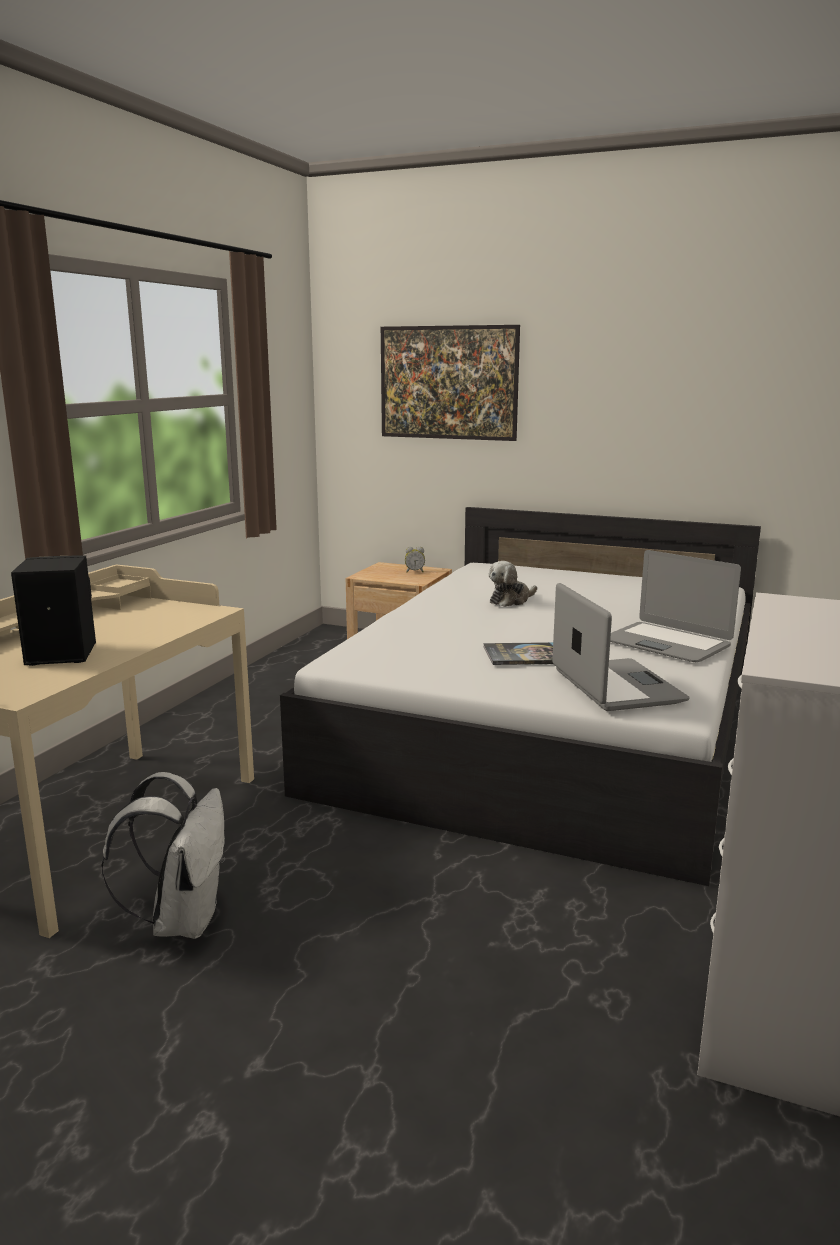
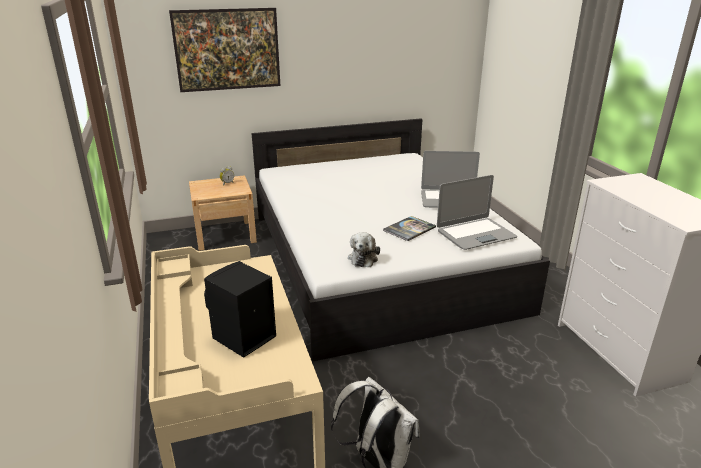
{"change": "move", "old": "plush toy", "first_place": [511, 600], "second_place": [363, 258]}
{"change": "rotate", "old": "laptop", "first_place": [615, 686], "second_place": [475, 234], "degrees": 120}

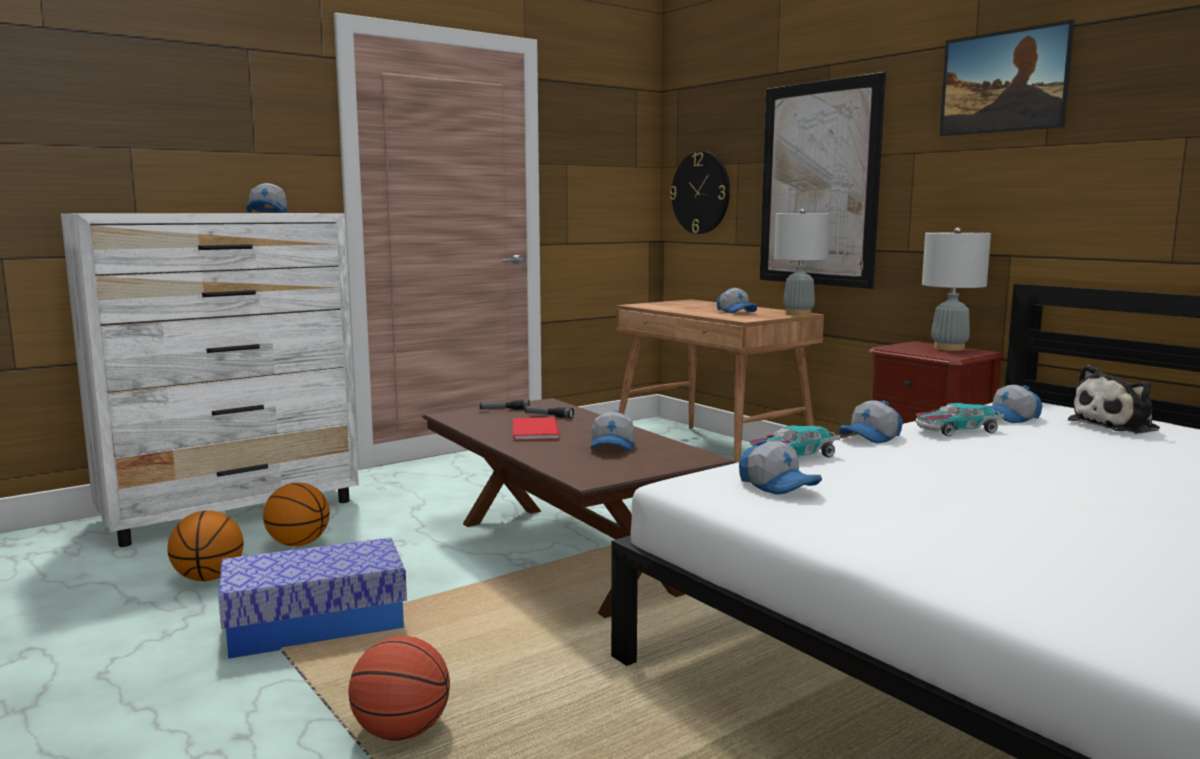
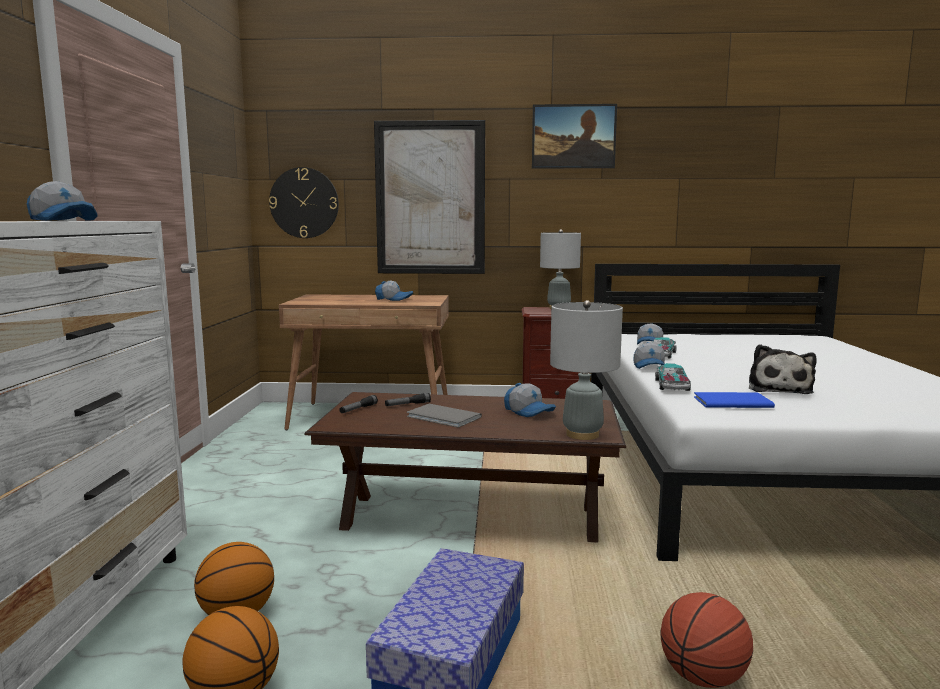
{"change": "move", "old": "lamp for a table/grey", "first_place": [798, 313], "second_place": [582, 434]}
{"change": "move", "old": "plush toy", "first_place": [1117, 425], "second_place": [779, 389]}
{"change": "recolor", "old": "volume/reddish", "new": "volume/grey", "first_place": [533, 431], "second_place": [444, 417]}
{"change": "replace", "old": "peaked cap", "new": "volume/blue", "first_place": [779, 486], "second_place": [730, 401]}

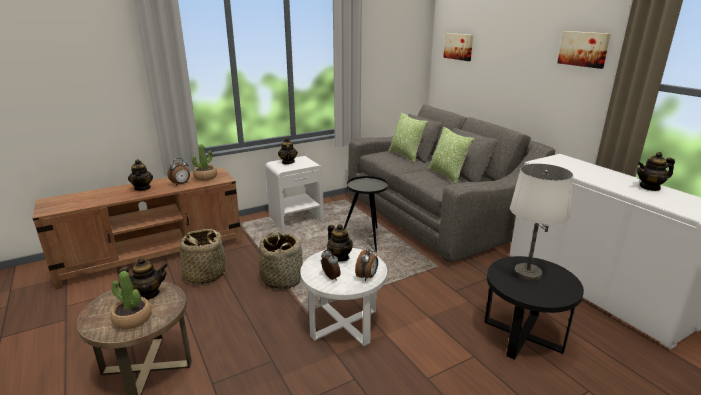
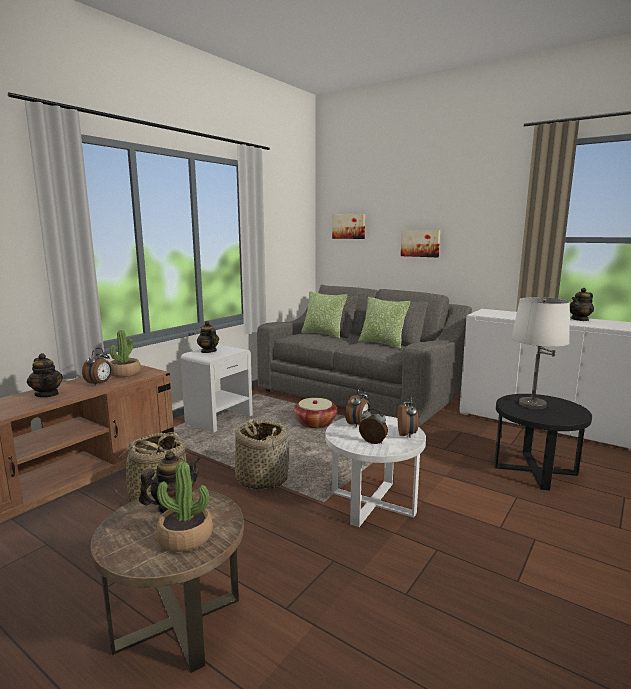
{"change": "move", "old": "wall picture", "first_place": [584, 49], "second_place": [420, 243]}
{"change": "replace", "old": "end table/blackish", "new": "storage basket", "first_place": [366, 238], "second_place": [315, 423]}
{"change": "replace", "old": "teapot", "new": "bedside clock", "first_place": [340, 257], "second_place": [358, 424]}

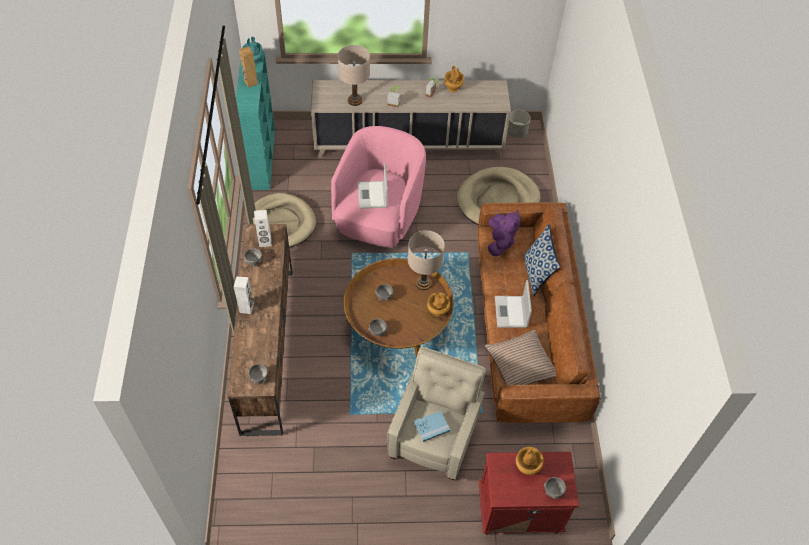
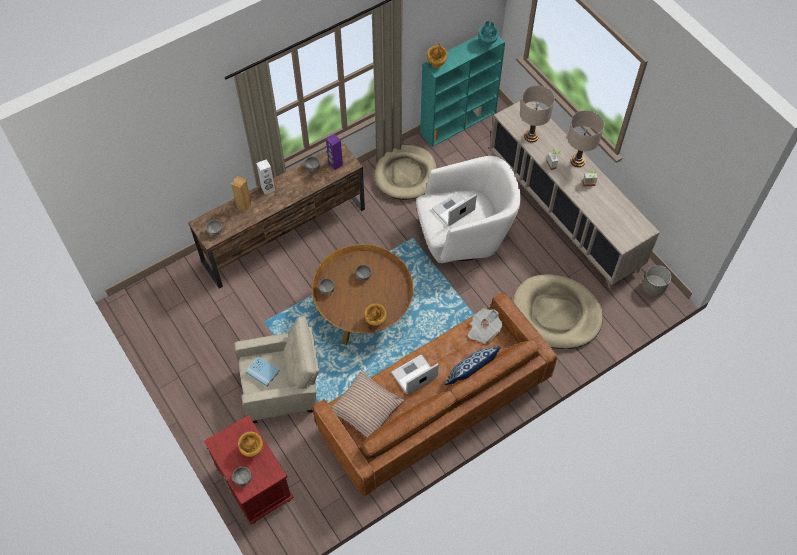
{"change": "move", "old": "speaker/brown-coloured", "first_place": [250, 82], "second_place": [244, 205]}
{"change": "move", "old": "vase/brown-coloured", "first_place": [453, 89], "second_place": [436, 64]}
{"change": "recolor", "old": "armchair/pink", "new": "armchair/whitish", "first_place": [378, 217], "second_place": [464, 235]}
{"change": "recolor", "old": "speaker/whitish", "new": "speaker/purple-coloured", "first_place": [265, 242], "second_place": [335, 164]}
{"change": "replace", "old": "plush toy/purple-coloured", "new": "printed paper", "first_place": [500, 242], "second_place": [483, 330]}
{"change": "move", "old": "lamp for a table/beige", "first_place": [423, 283], "second_place": [578, 161]}

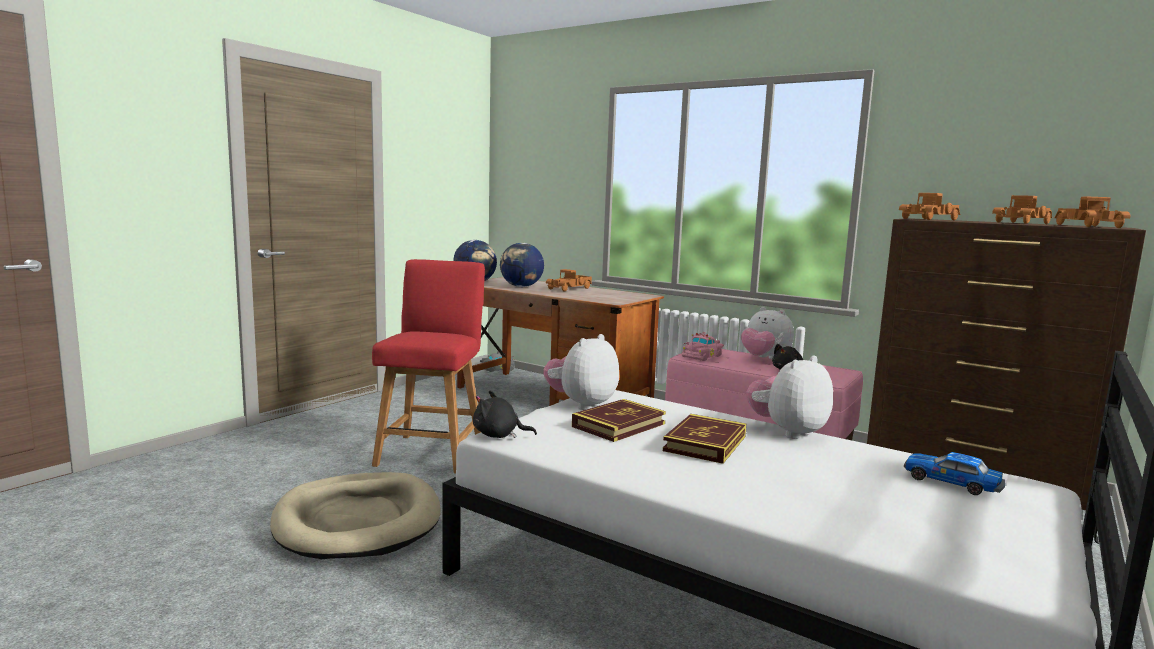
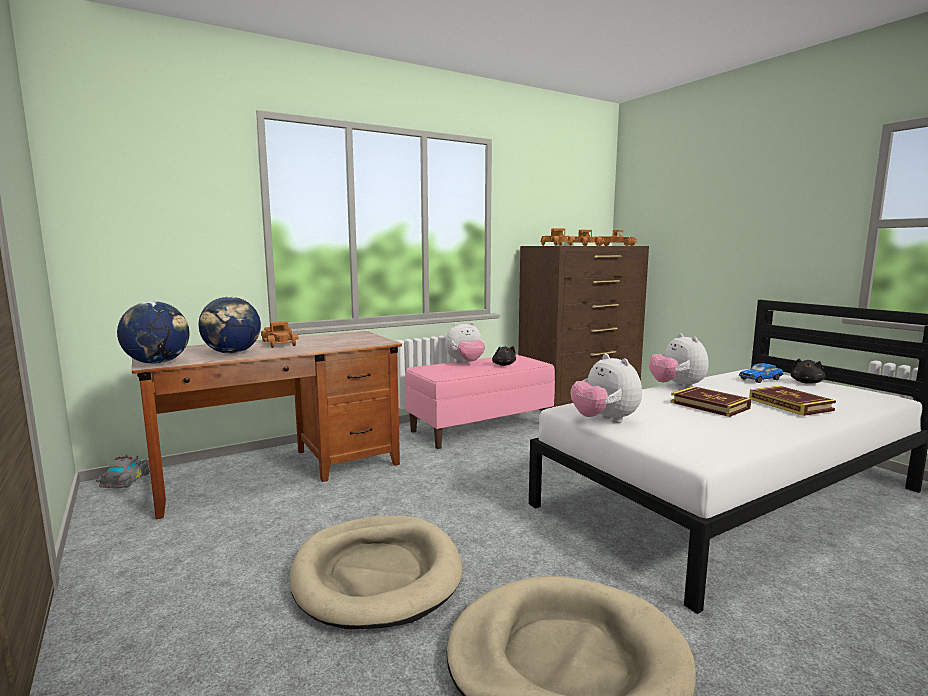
{"change": "replace", "old": "plain chair/reddish", "new": "dog bed/beige", "first_place": [432, 451], "second_place": [377, 574]}
{"change": "delete", "old": "model car/pink", "first_place": [703, 356]}
{"change": "move", "old": "plush toy/blackish", "first_place": [499, 435], "second_place": [806, 382]}
{"change": "move", "old": "volume", "first_place": [619, 425], "second_place": [790, 404]}

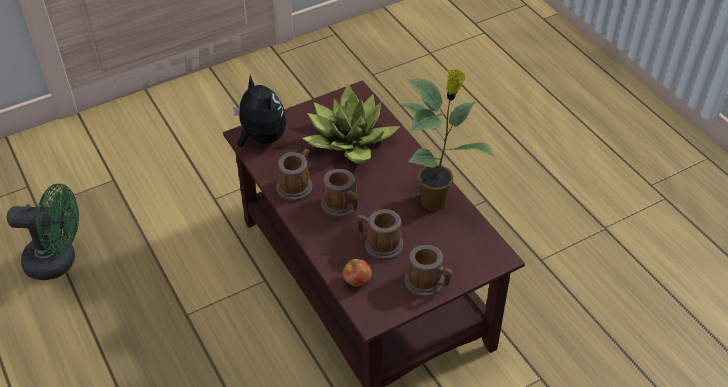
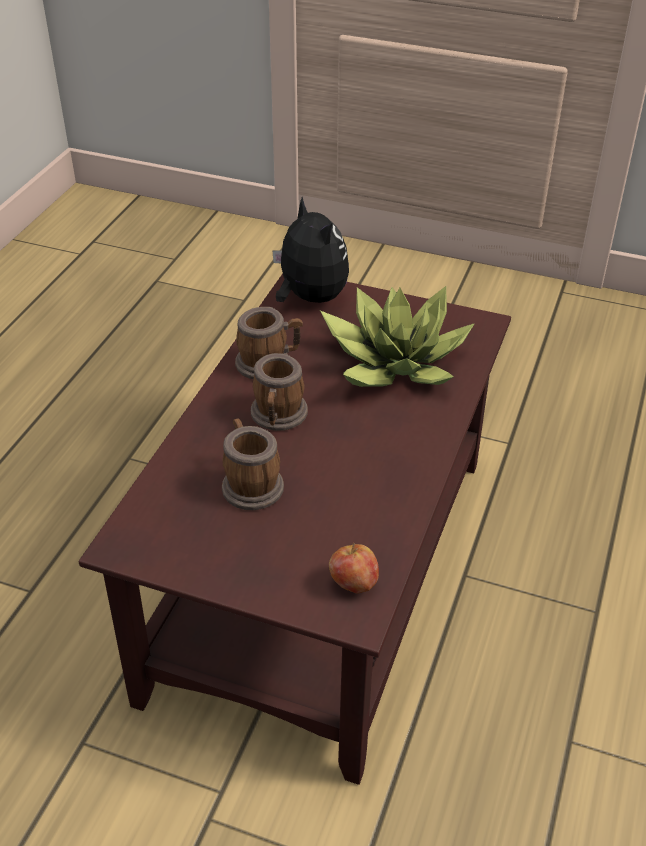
{"change": "delete", "old": "potted plant", "first_place": [435, 201]}
{"change": "rotate", "old": "plush toy", "first_place": [261, 138], "second_place": [309, 298], "degrees": -45}
{"change": "delete", "old": "cooling fan/greenish", "first_place": [59, 261]}
{"change": "delete", "old": "tea mug", "first_place": [428, 283]}
{"change": "move", "old": "apple fruit", "first_place": [357, 281], "second_place": [353, 584]}

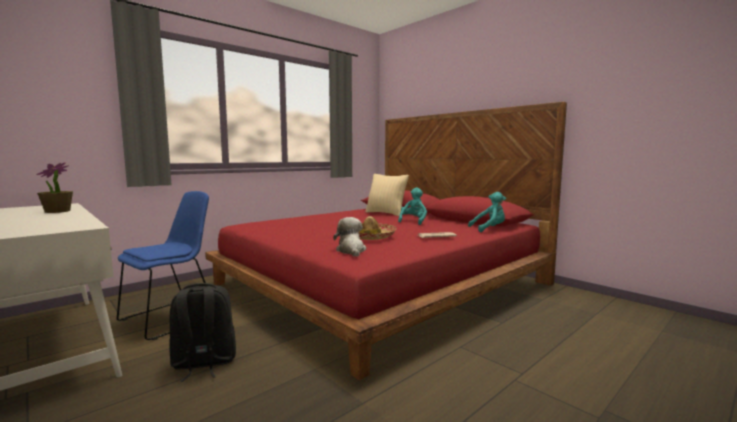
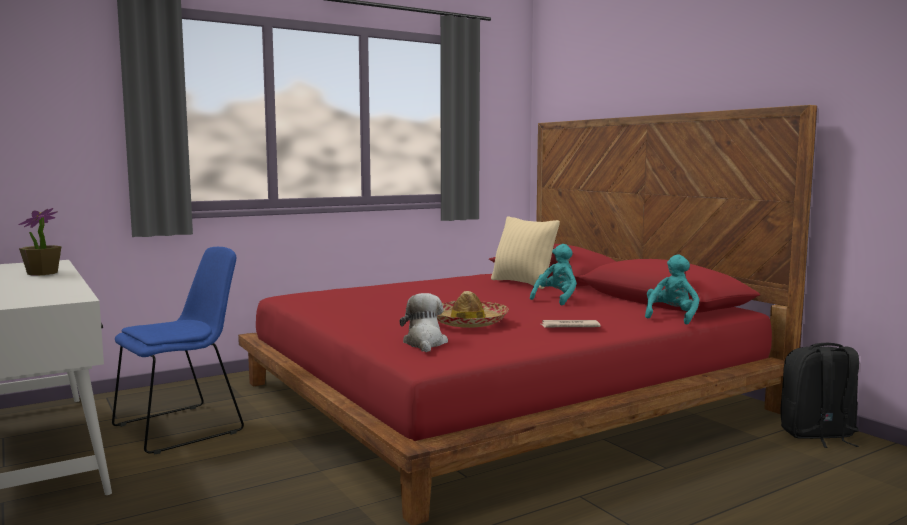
{"change": "rotate", "old": "plush toy/blue-green", "first_place": [489, 229], "second_place": [671, 317], "degrees": -60}
{"change": "move", "old": "knapsack/blackish", "first_place": [203, 363], "second_place": [818, 435]}

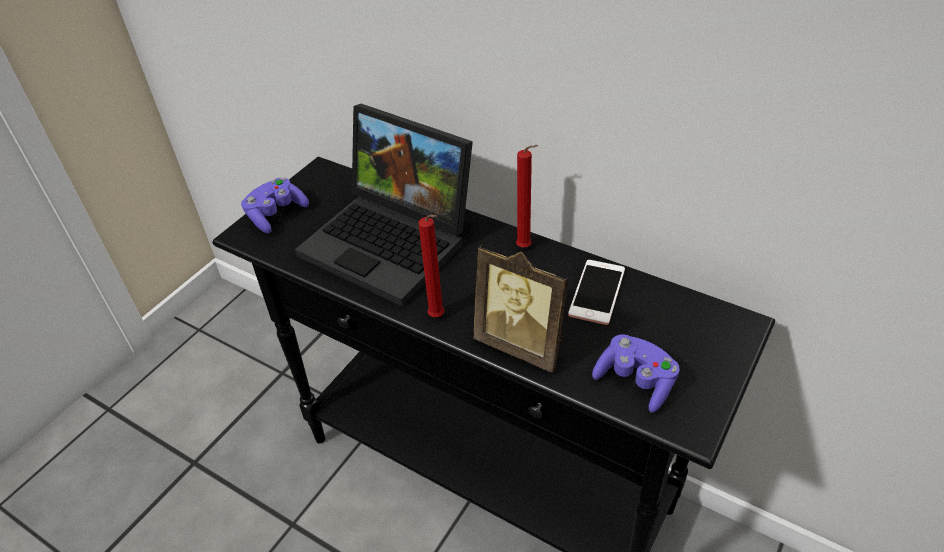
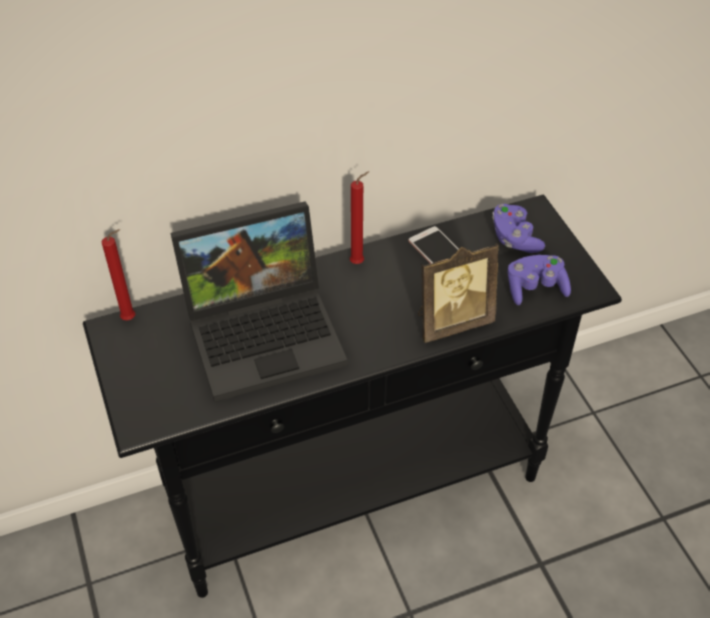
{"change": "move", "old": "game controller/purple-coloured", "first_place": [276, 215], "second_place": [514, 238]}
{"change": "move", "old": "candle/reddish", "first_place": [438, 317], "second_place": [131, 318]}

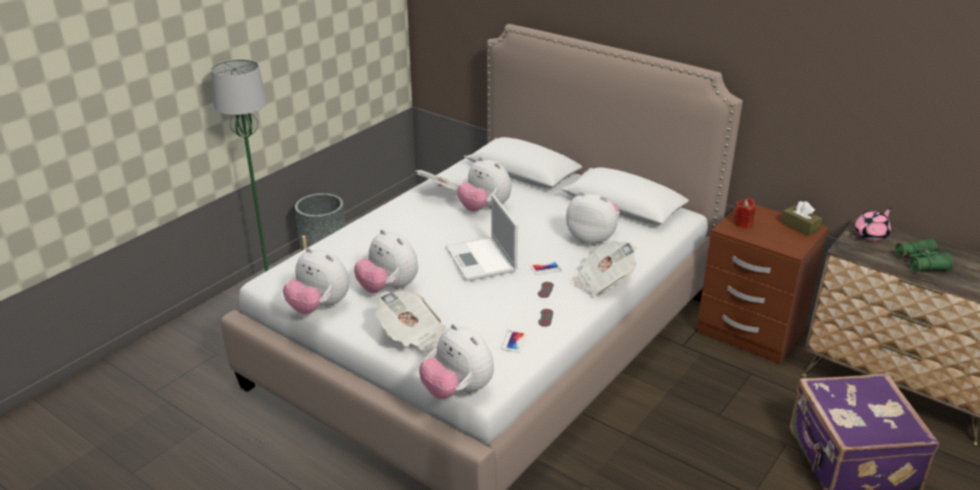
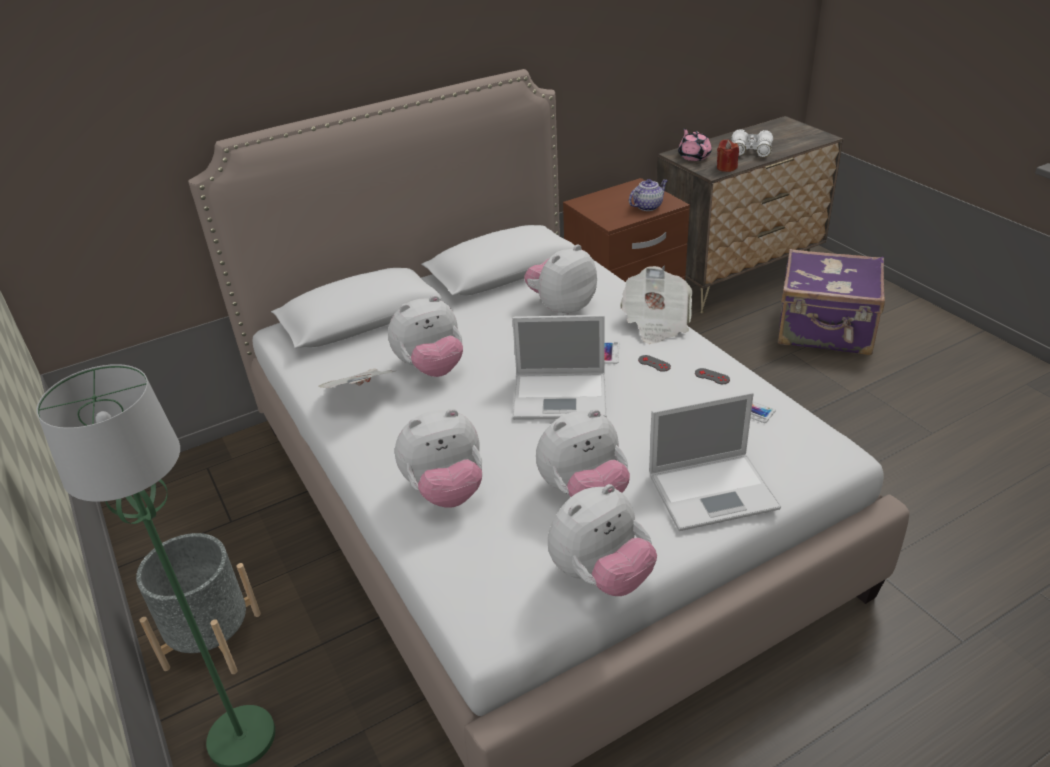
{"change": "move", "old": "candle/reddish", "first_place": [743, 223], "second_place": [726, 168]}
{"change": "delete", "old": "tissue holder/brown-coloured", "first_place": [799, 227]}
{"change": "recolor", "old": "binoculars/greenish", "new": "binoculars/whitish", "first_place": [921, 263], "second_place": [750, 151]}
{"change": "replace", "old": "printed paper", "new": "laptop", "first_place": [412, 336], "second_place": [714, 490]}
{"change": "move", "old": "plush toy", "first_place": [457, 391], "second_place": [446, 491]}
{"change": "insert", "new": "teapot", "second_place": [648, 206]}

